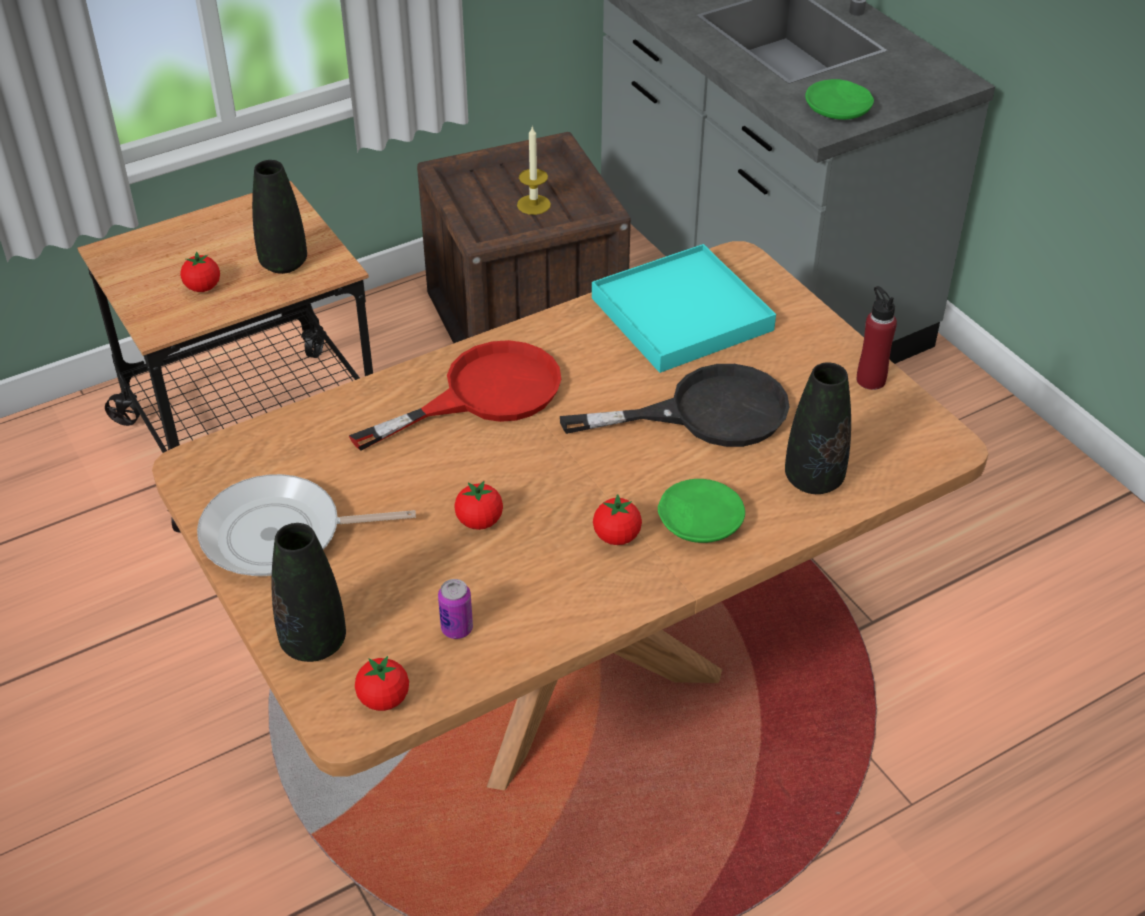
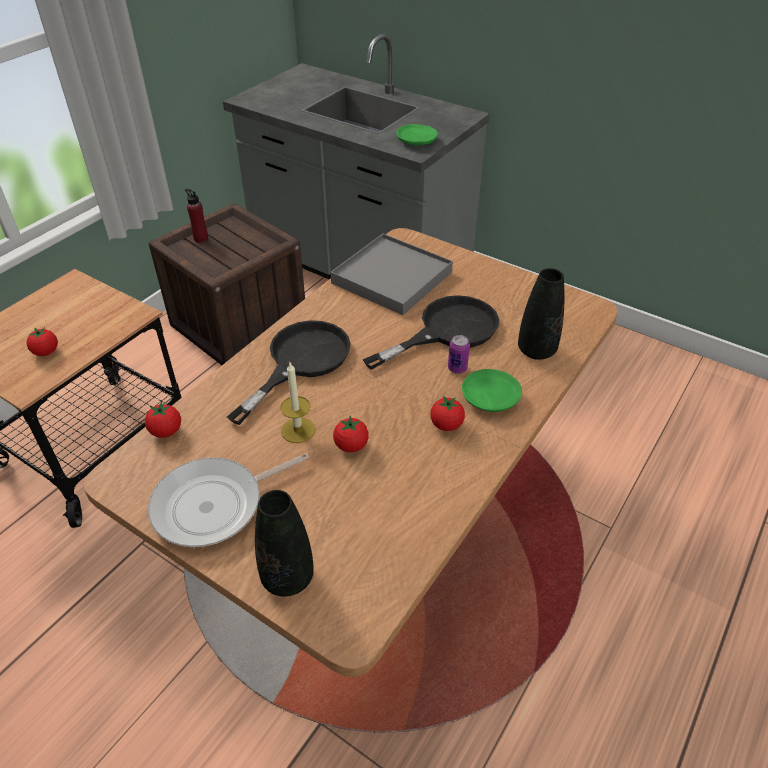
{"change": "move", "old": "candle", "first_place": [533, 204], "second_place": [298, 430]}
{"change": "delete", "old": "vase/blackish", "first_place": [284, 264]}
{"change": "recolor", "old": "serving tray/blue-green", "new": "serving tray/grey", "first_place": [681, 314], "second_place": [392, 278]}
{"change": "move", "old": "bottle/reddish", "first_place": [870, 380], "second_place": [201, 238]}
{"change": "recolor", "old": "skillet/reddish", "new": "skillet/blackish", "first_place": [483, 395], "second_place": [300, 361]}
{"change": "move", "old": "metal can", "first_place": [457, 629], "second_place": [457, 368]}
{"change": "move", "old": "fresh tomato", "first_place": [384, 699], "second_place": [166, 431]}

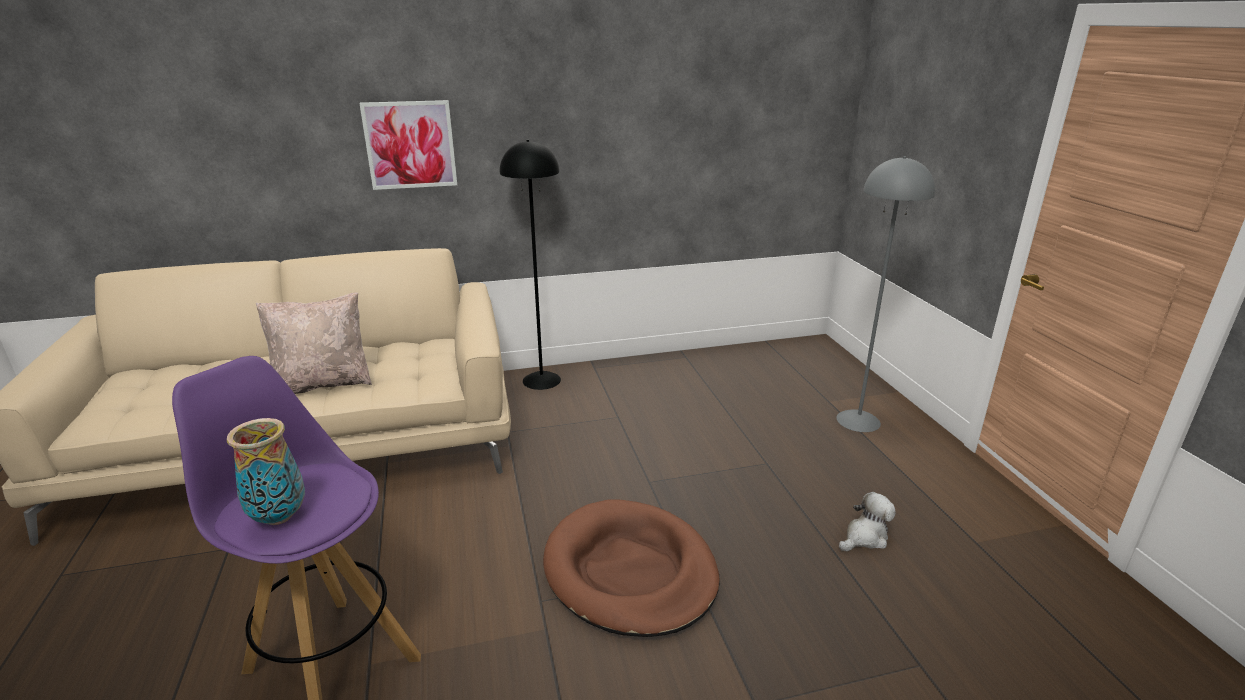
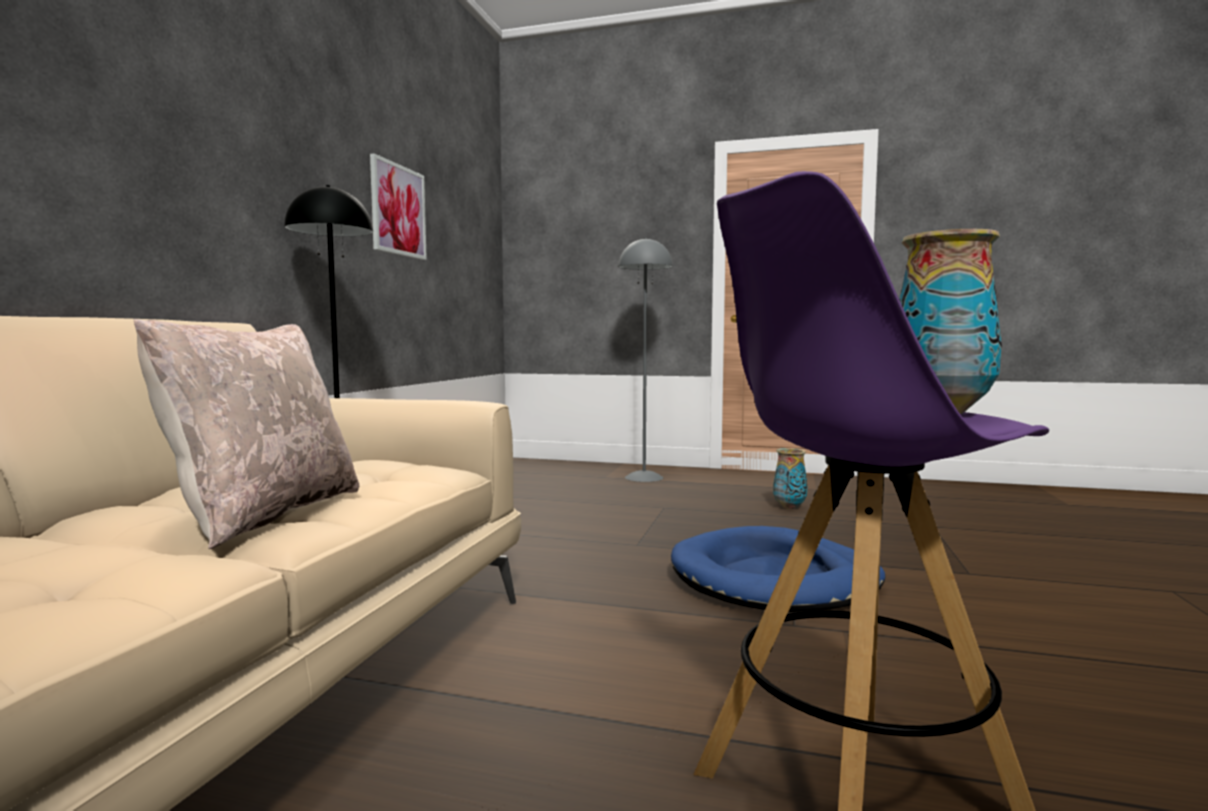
{"change": "move", "old": "wall picture", "first_place": [410, 145], "second_place": [398, 210]}
{"change": "replace", "old": "plush toy", "new": "vase", "first_place": [865, 537], "second_place": [789, 507]}
{"change": "recolor", "old": "dog bed/brown-coloured", "new": "dog bed/blue", "first_place": [630, 572], "second_place": [774, 578]}

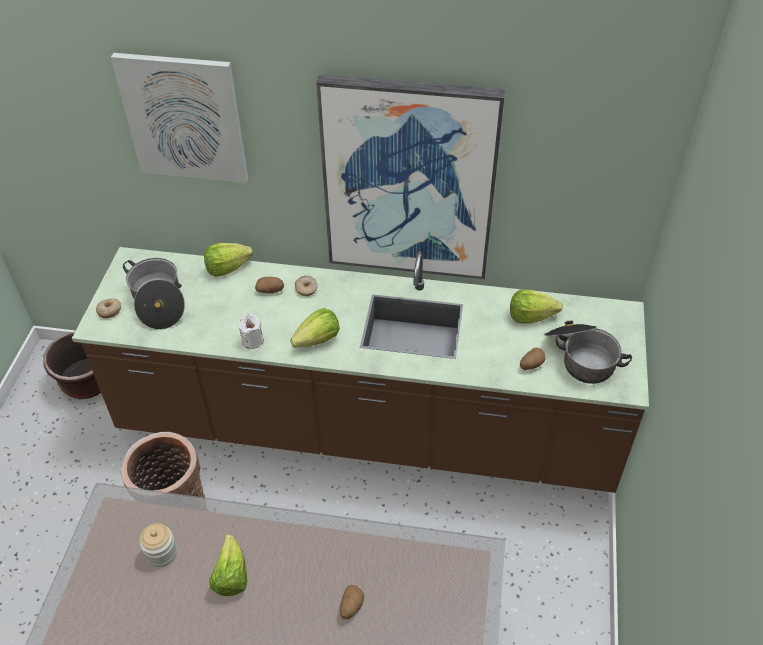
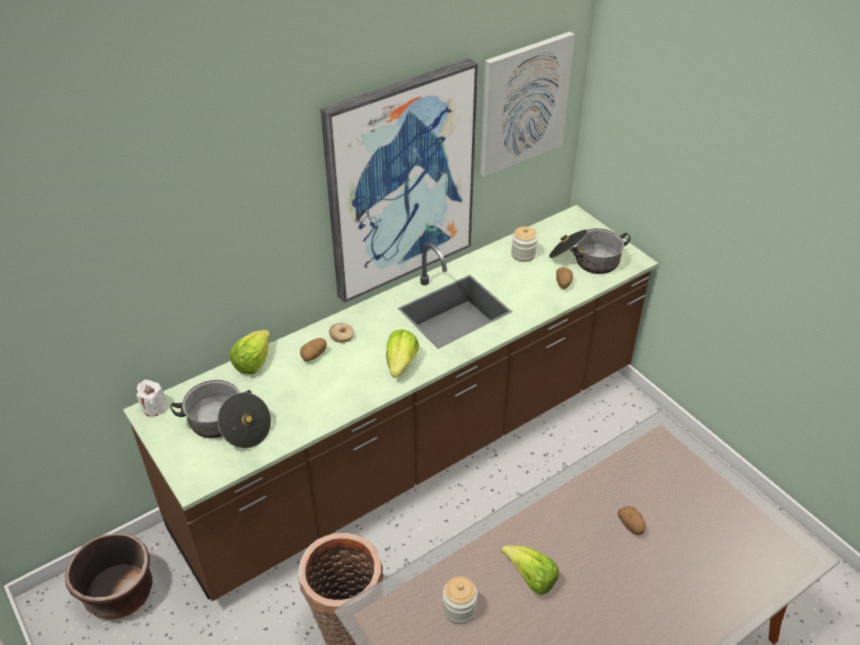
{"change": "move", "old": "wall picture", "first_place": [184, 118], "second_place": [523, 104]}
{"change": "replace", "old": "head of lettuce", "new": "preserve jar", "first_place": [531, 316], "second_place": [523, 254]}
{"change": "delete", "old": "donut", "first_place": [109, 311]}
{"change": "move", "old": "candle/whitish", "first_place": [252, 340], "second_place": [154, 408]}

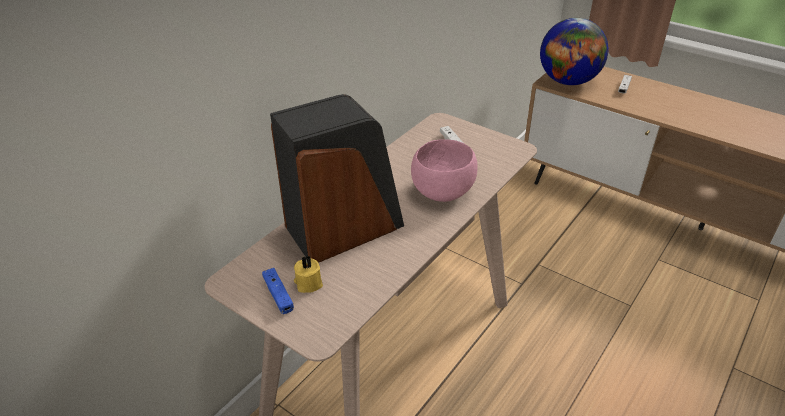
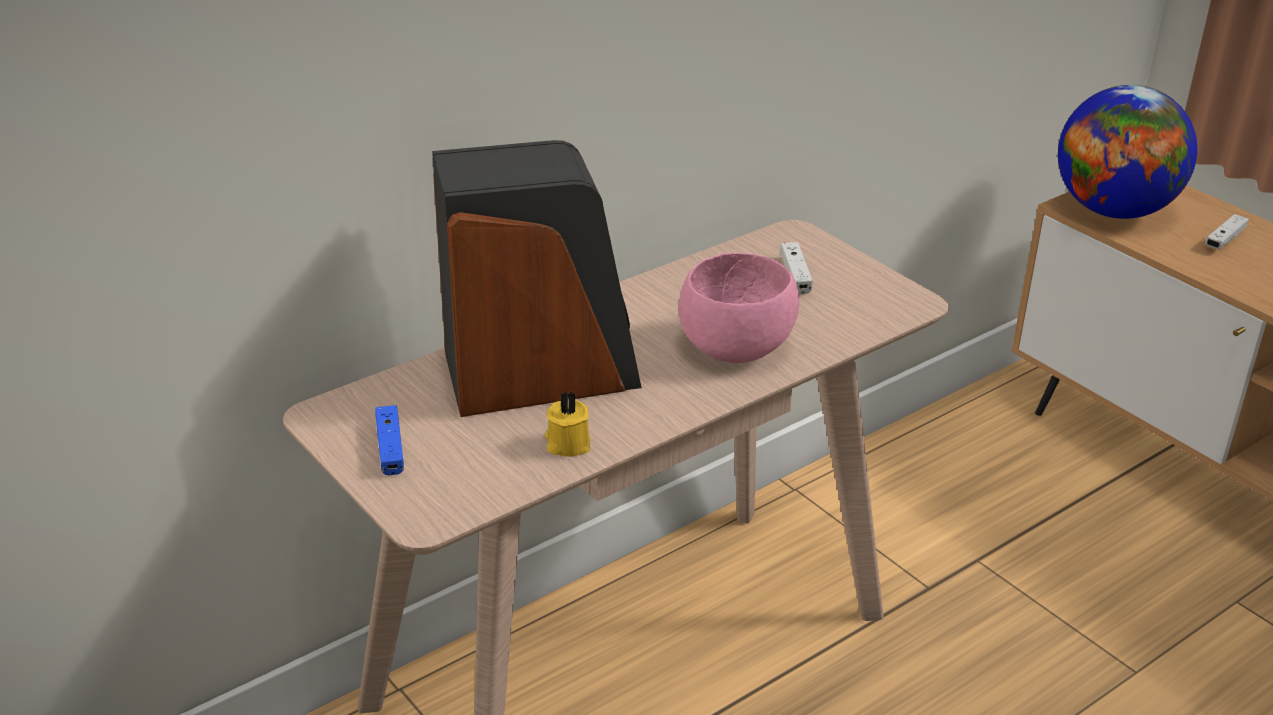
{"change": "move", "old": "candle/yellowish", "first_place": [308, 283], "second_place": [567, 443]}

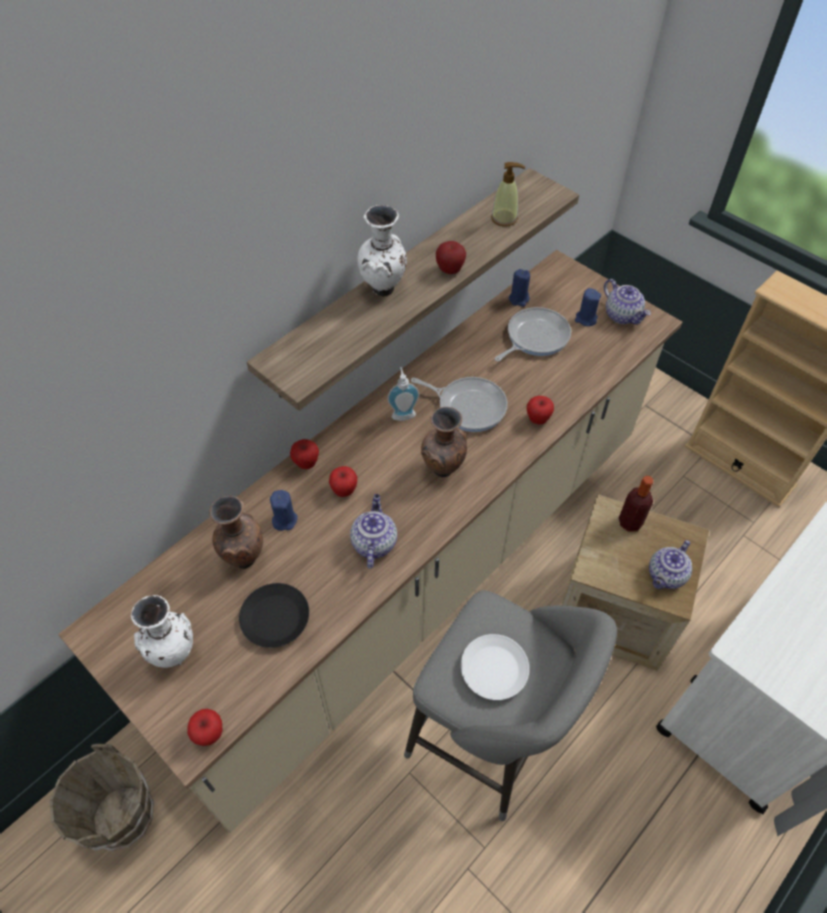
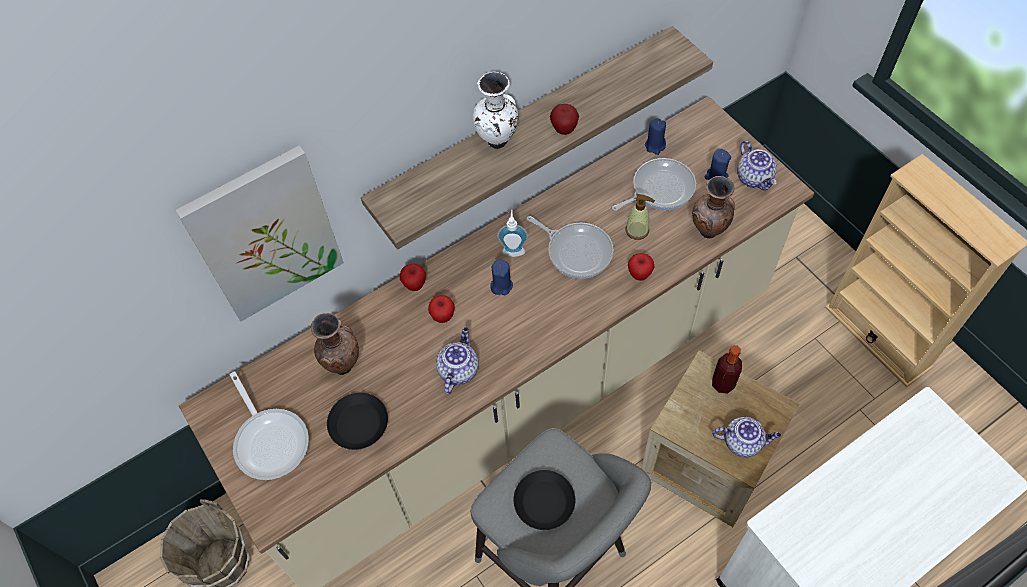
{"change": "move", "old": "soap bottle", "first_place": [504, 218], "second_place": [637, 230]}
{"change": "move", "old": "vase/brown-coloured", "first_place": [443, 471], "second_place": [708, 232]}
{"change": "move", "old": "candle/blue", "first_place": [284, 519], "second_place": [501, 285]}
{"change": "rotate", "old": "teapot", "first_place": [666, 576], "second_place": [743, 442], "degrees": -135}
{"change": "replace", "old": "vase/whitish", "new": "skillet", "first_place": [175, 654], "second_place": [270, 440]}
{"change": "recolor", "old": "plate/whitish", "new": "plate/blackish", "first_place": [493, 669], "second_place": [544, 501]}
{"change": "delete", "old": "apple fruit", "first_place": [209, 734]}
{"change": "insert", "new": "wall picture", "second_place": [265, 235]}

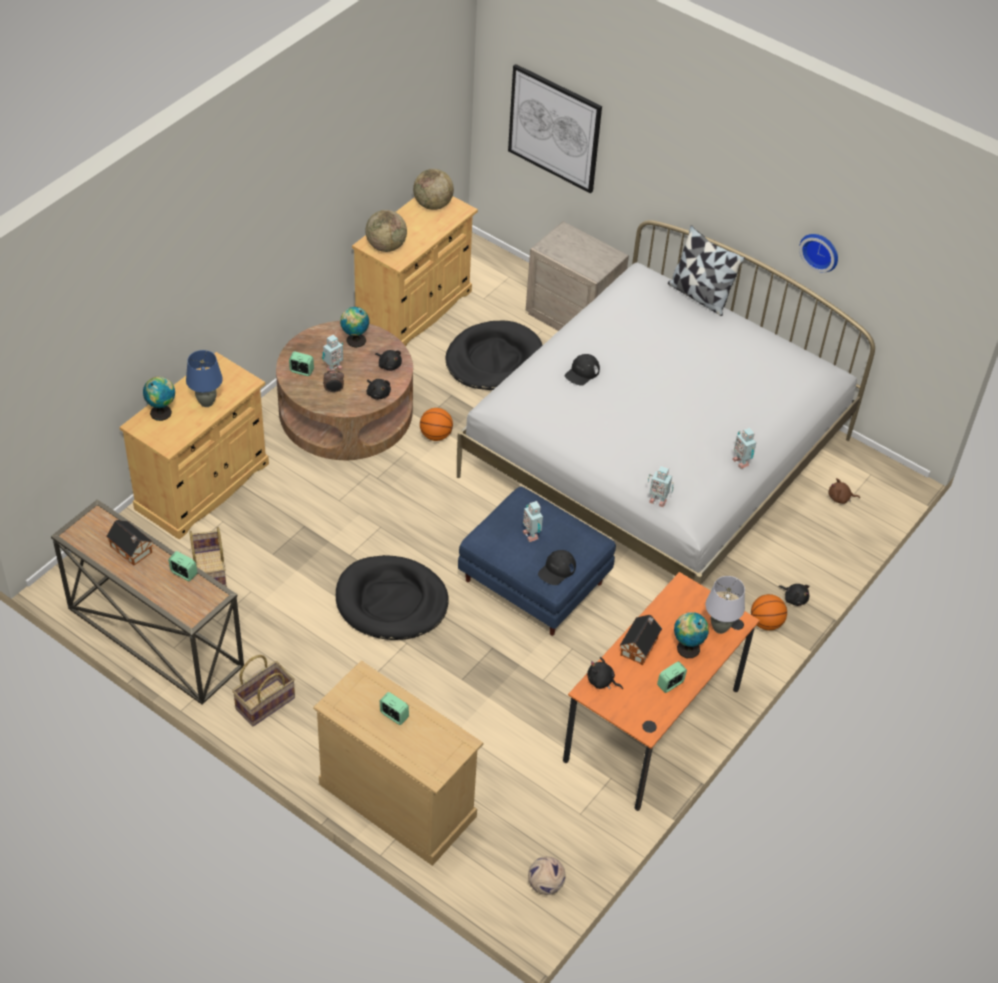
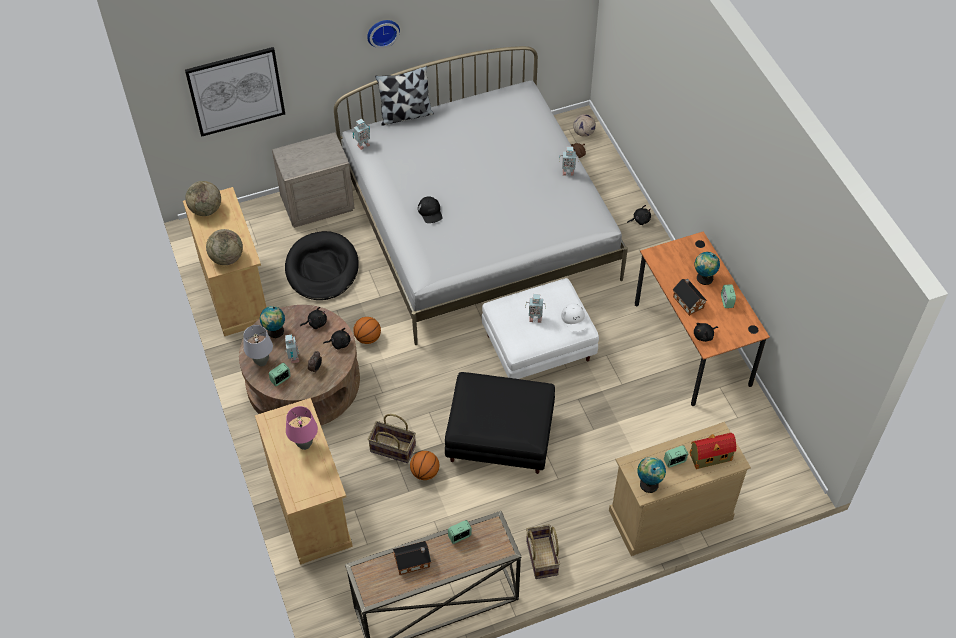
{"change": "move", "old": "hanging clock", "first_place": [820, 251], "second_place": [382, 32]}
{"change": "recolor", "old": "lamp for a table/blue", "new": "lamp for a table/pink", "first_place": [206, 402], "second_place": [304, 445]}
{"change": "move", "old": "world globe", "first_place": [162, 412], "second_place": [648, 483]}
{"change": "move", "old": "model robot", "first_place": [657, 500], "second_place": [362, 145]}
{"change": "recolor", "old": "pouffe/blue", "new": "pouffe/whitish", "first_place": [535, 582], "second_place": [539, 347]}
{"change": "move", "old": "storage basket", "first_place": [209, 571], "second_place": [392, 449]}
{"change": "recolor", "old": "peaked cap/blackish", "new": "peaked cap/whitish", "first_place": [557, 570], "second_place": [574, 319]}
{"change": "replace", "old": "dog bed/blackish", "new": "pouffe/blackish", "first_place": [391, 602], "second_place": [501, 438]}
{"change": "move", "old": "lamp for a table/grey", "first_place": [720, 628], "second_place": [262, 362]}
{"change": "move", "old": "basketball ball", "first_place": [766, 623], "second_place": [425, 472]}
{"change": "move", "old": "football ball", "first_place": [545, 885], "second_place": [584, 133]}
{"change": "insert", "new": "model house", "second_place": [709, 457]}

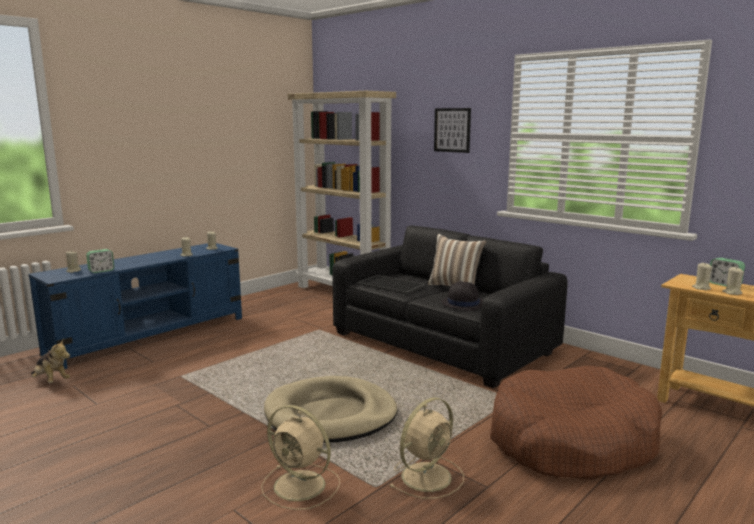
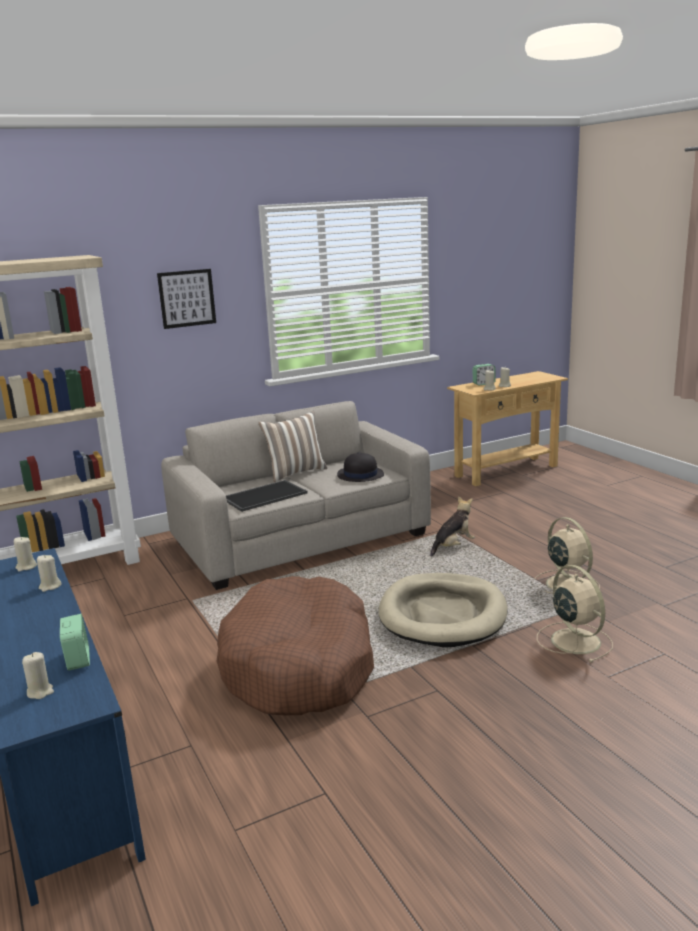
{"change": "recolor", "old": "couch/blackish", "new": "couch/beige", "first_place": [442, 342], "second_place": [300, 537]}
{"change": "move", "old": "plush toy", "first_place": [51, 381], "second_place": [453, 546]}
{"change": "move", "old": "dog bed/brown-coloured", "first_place": [571, 441], "second_place": [299, 666]}
{"change": "rotate", "old": "cooling fan/beige", "first_place": [301, 486], "second_place": [574, 640], "degrees": -75}

